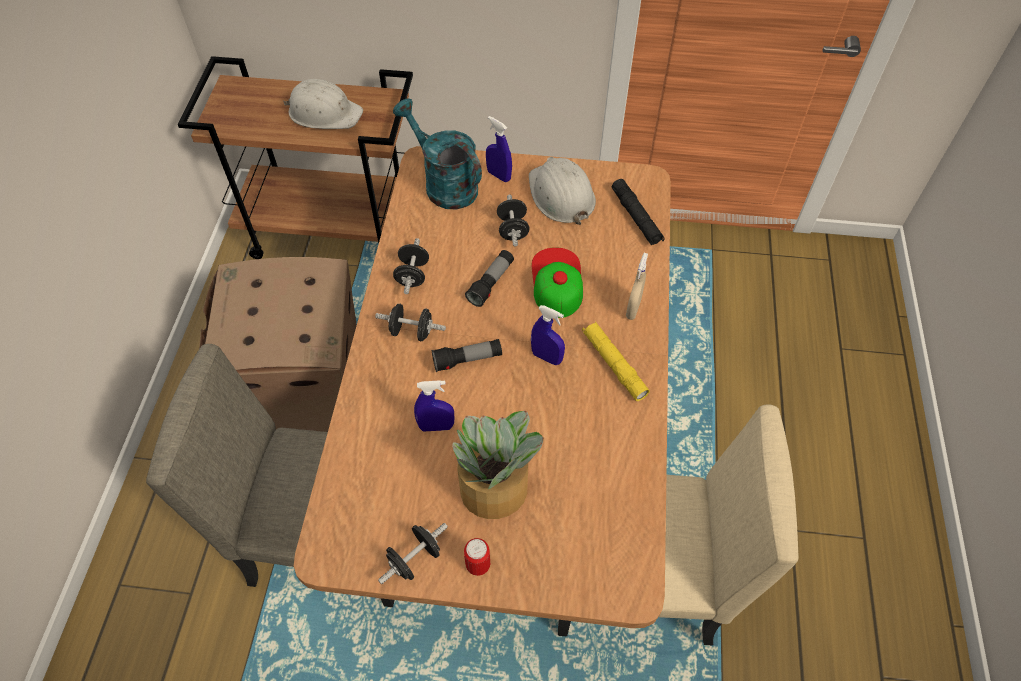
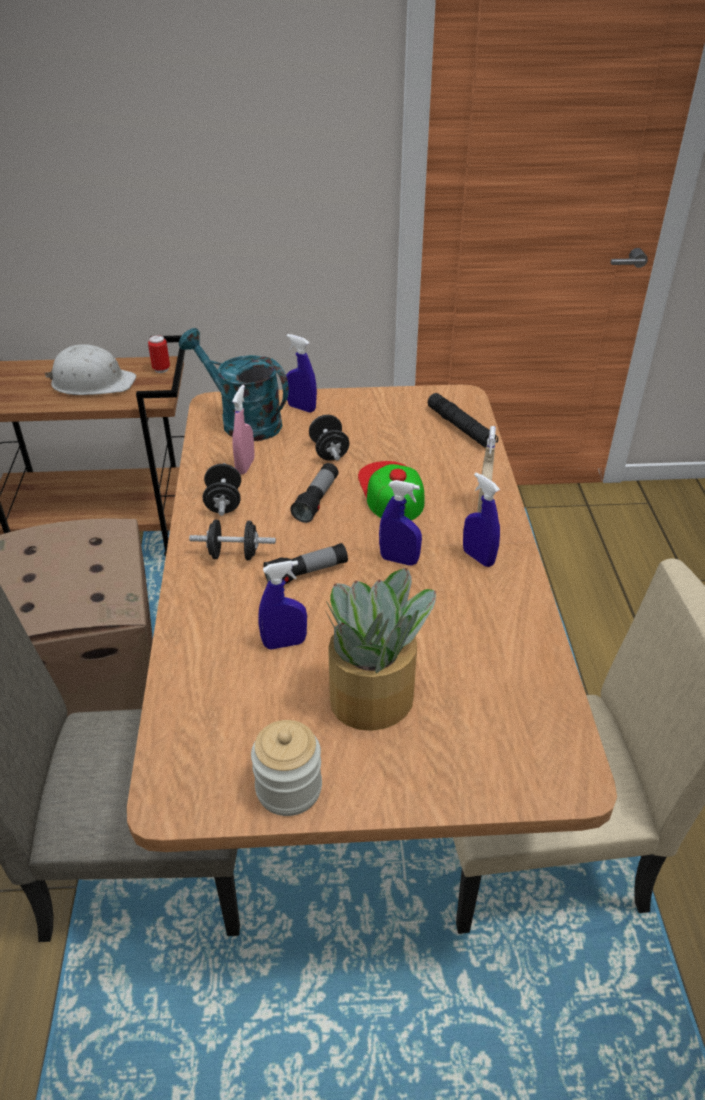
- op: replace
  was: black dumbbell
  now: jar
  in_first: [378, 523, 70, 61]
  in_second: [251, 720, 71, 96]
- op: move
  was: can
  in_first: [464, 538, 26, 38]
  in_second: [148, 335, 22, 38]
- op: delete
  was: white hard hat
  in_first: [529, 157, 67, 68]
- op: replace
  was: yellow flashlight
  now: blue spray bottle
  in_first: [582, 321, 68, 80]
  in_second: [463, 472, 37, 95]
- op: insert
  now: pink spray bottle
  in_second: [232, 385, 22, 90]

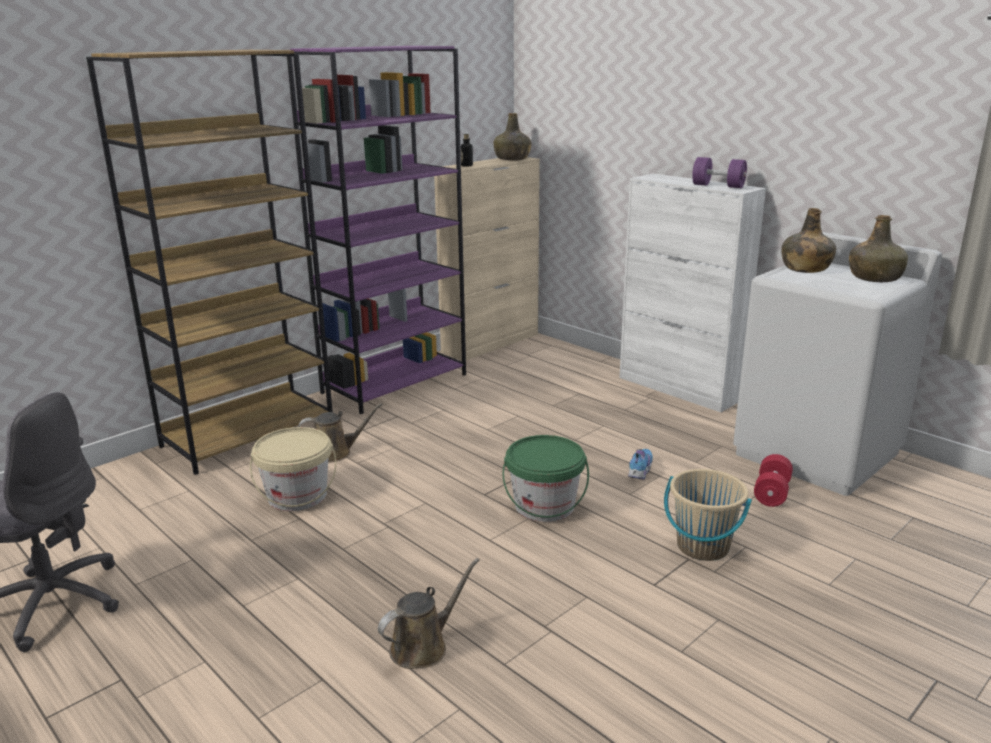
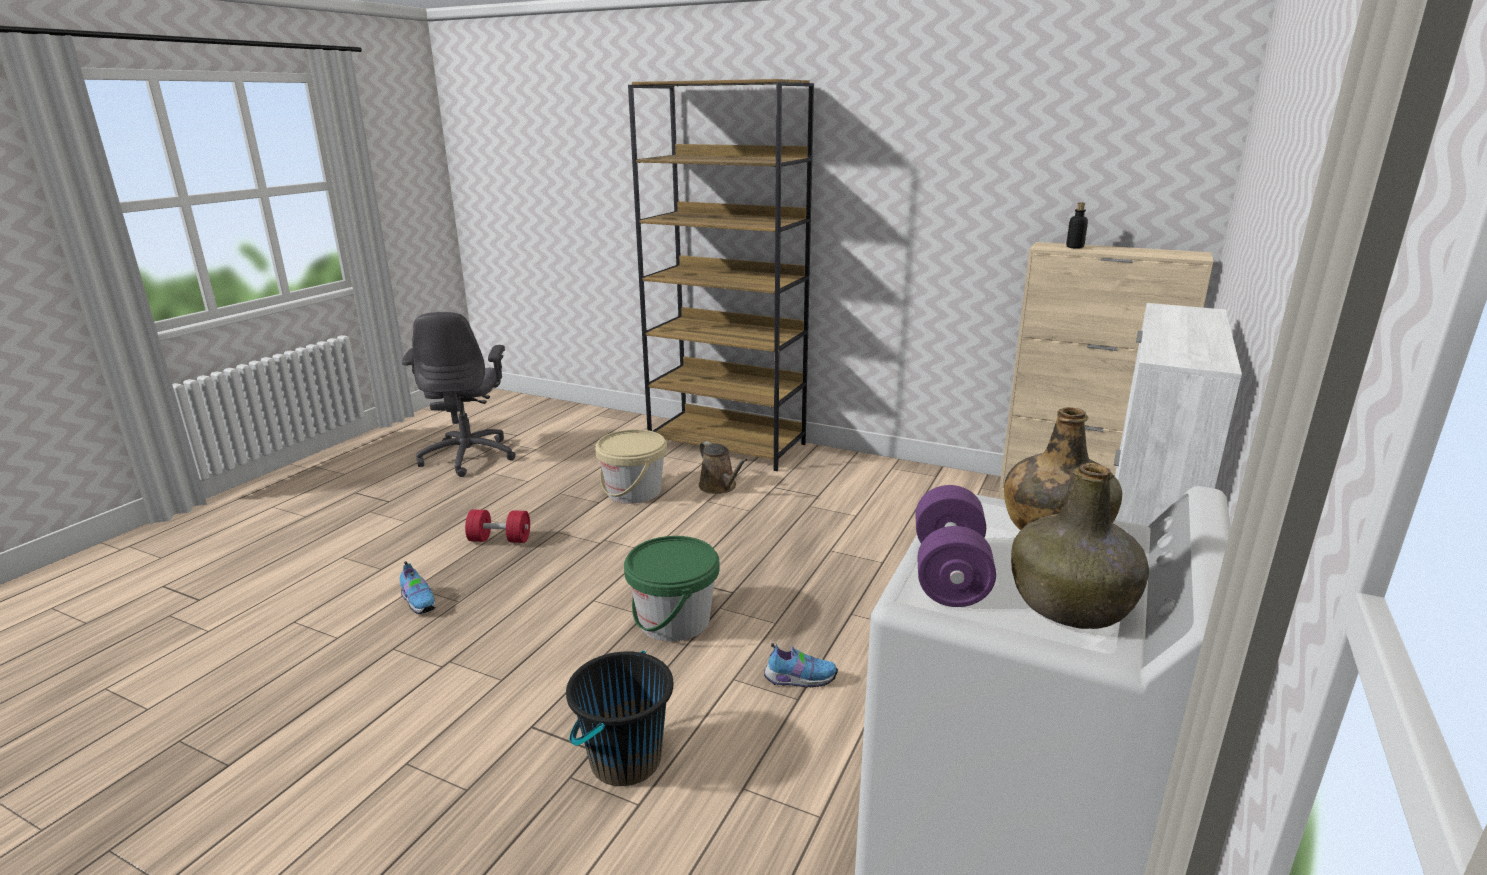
- op: delete
  was: purple bookcase
  in_first: [287, 46, 179, 368]
- op: replace
  was: brown watering can
  now: shoe
  in_first: [378, 558, 101, 111]
  in_second: [400, 561, 36, 53]
- op: delete
  was: green bottle
  in_first: [493, 113, 38, 47]
- op: recolor
  was: beige bucket
  now: black bucket
  in_first: [664, 469, 88, 92]
  in_second: [566, 651, 107, 135]
- op: move
  was: purple dumbbell
  in_first: [692, 157, 55, 31]
  in_second: [915, 485, 81, 122]
- op: move
  was: red dumbbell
  in_first: [754, 454, 39, 53]
  in_second: [465, 510, 65, 33]

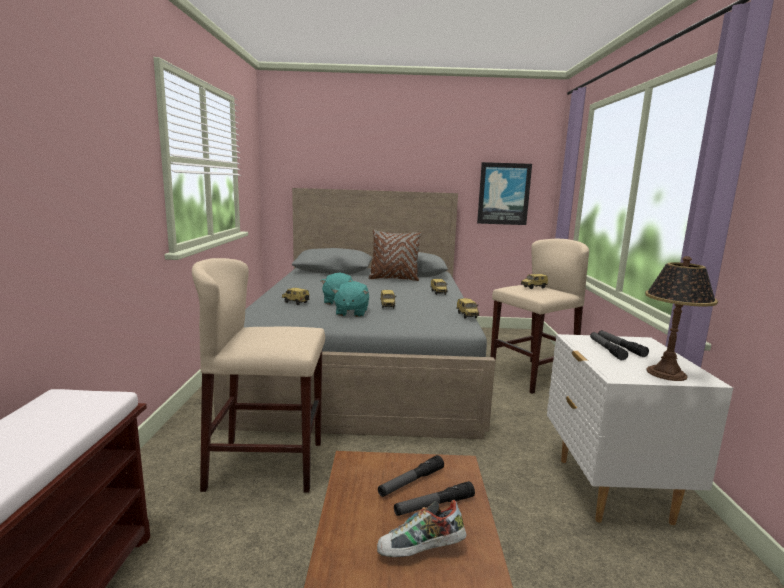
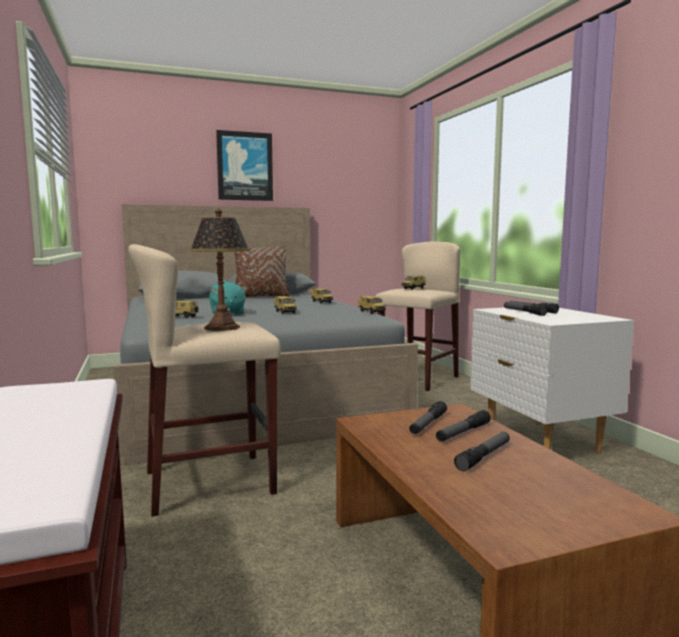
- op: delete
  was: turquoise plush toy
  in_first: [332, 281, 37, 36]
- op: replace
  was: shoe
  now: flashlight
  in_first: [377, 500, 90, 57]
  in_second: [454, 432, 56, 39]
- op: move
  was: picture
  in_first: [477, 162, 55, 63]
  in_second: [216, 130, 57, 71]
- op: move
  was: table lamp
  in_first: [645, 256, 73, 125]
  in_second: [189, 209, 62, 122]

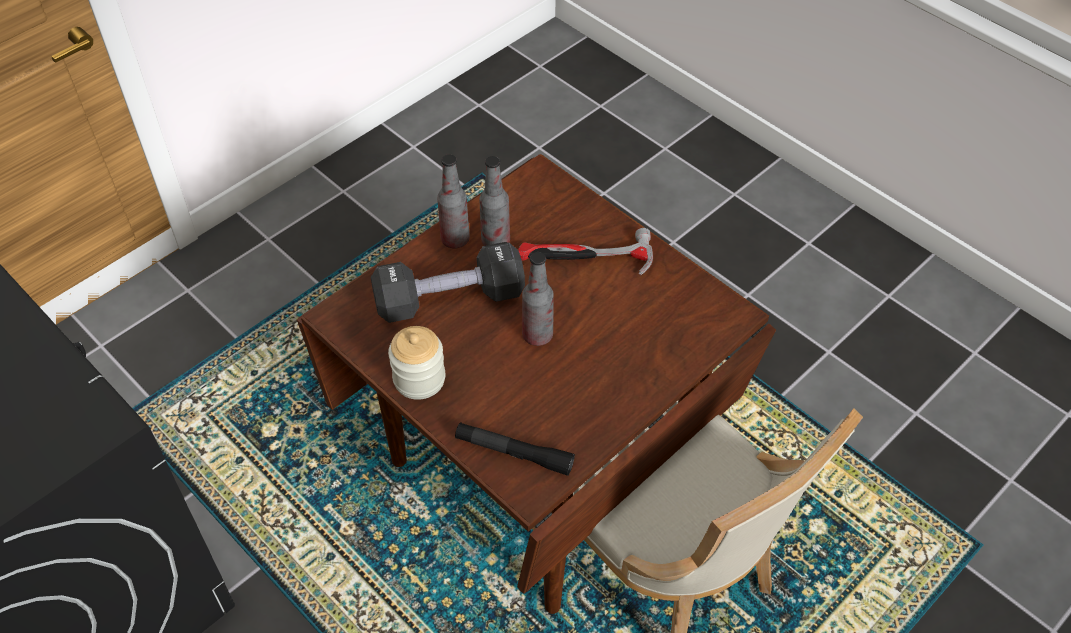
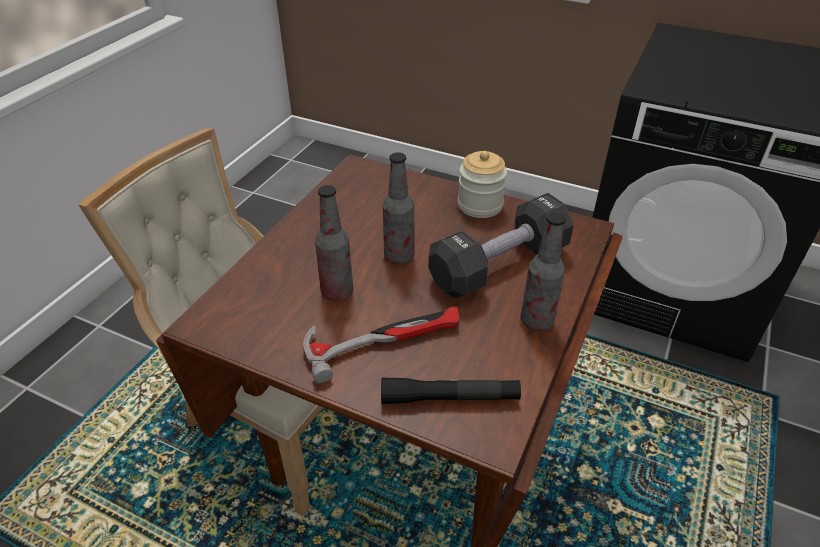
- op: move
  was: black flashlight
  in_first: [455, 422, 120, 54]
  in_second: [381, 378, 140, 26]
- op: move
  was: bottle
  in_first: [479, 156, 31, 90]
  in_second: [315, 185, 38, 116]

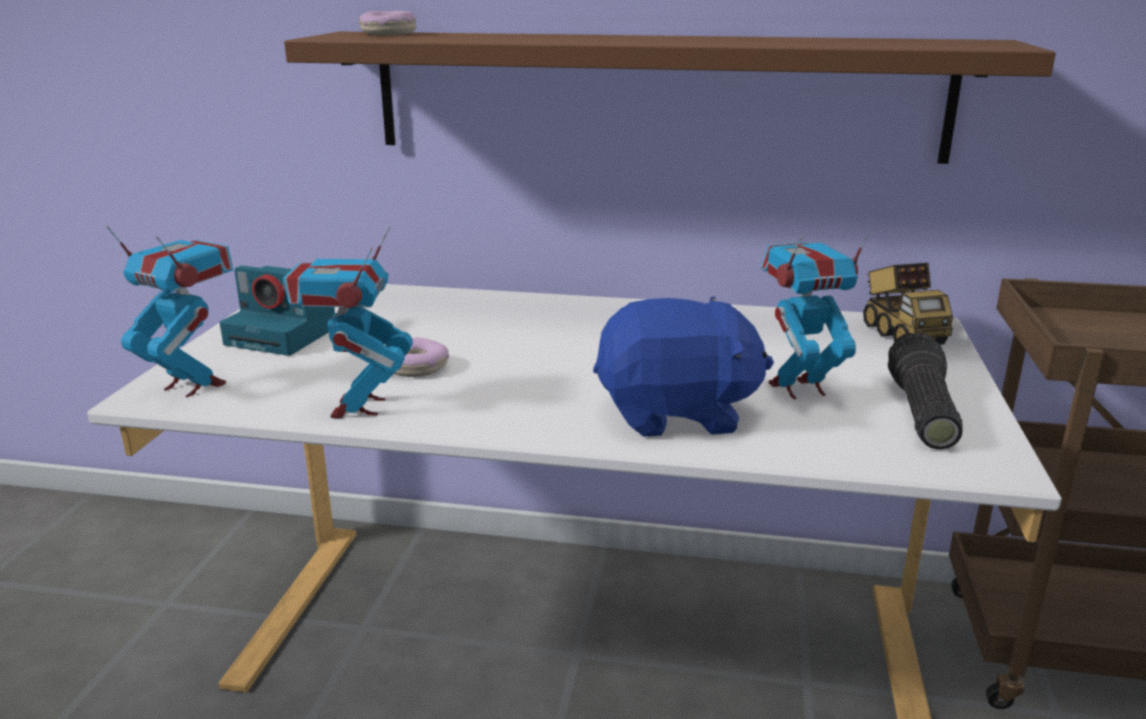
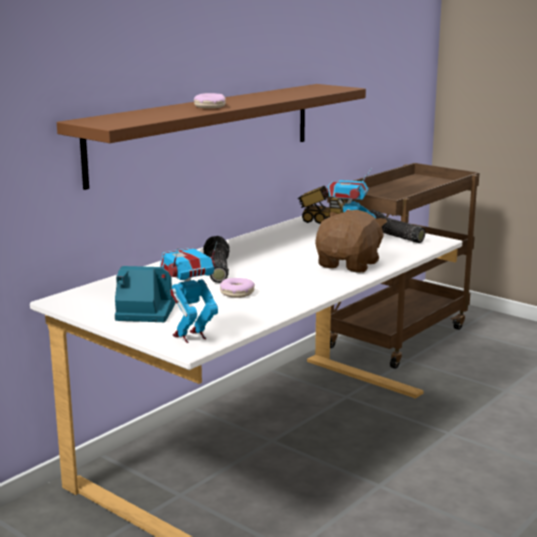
- op: rotate
  was: photo camera
  in_first: [219, 266, 116, 90]
  in_second: [115, 266, 61, 56]
  clockwise: -135
- op: delete
  was: toy robot
  in_first: [282, 227, 131, 191]
- op: move
  was: donut
  in_first: [359, 11, 58, 24]
  in_second: [194, 93, 32, 15]
- op: recolor
  was: blue plush toy
  now: brown plush toy
  in_first: [593, 296, 181, 141]
  in_second: [315, 210, 72, 63]
- op: insert
  now: flashlight
  in_second: [203, 236, 27, 47]

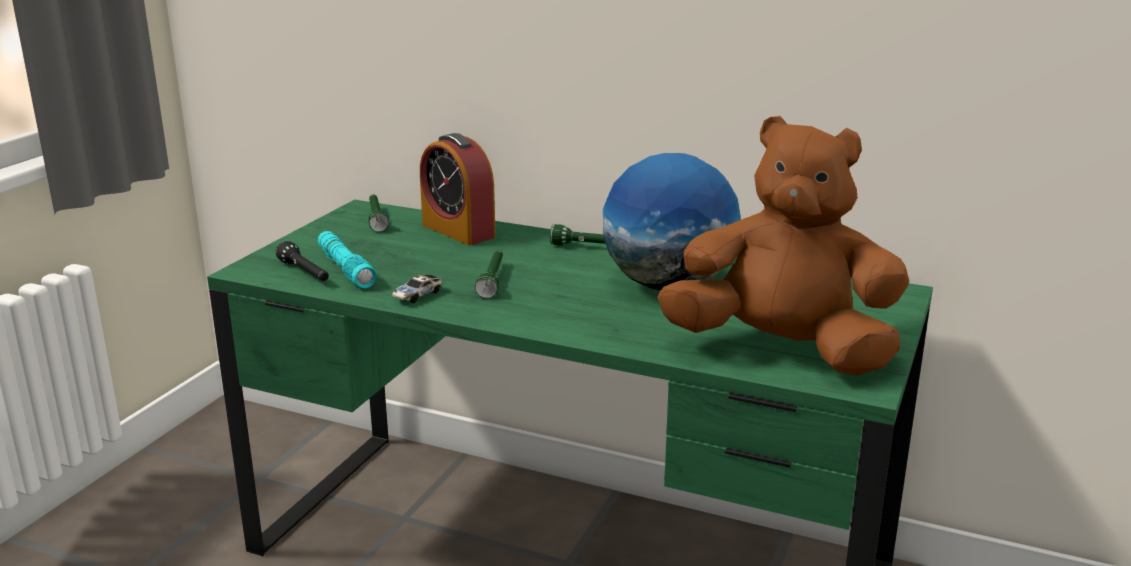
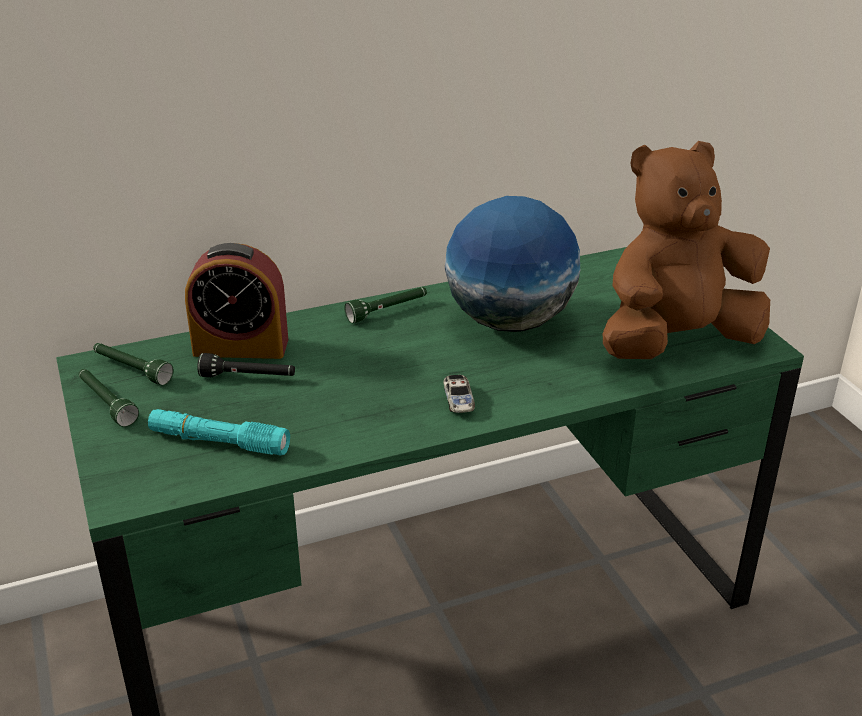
- op: move
  was: black flashlight
  in_first: [276, 241, 53, 40]
  in_second: [197, 353, 98, 24]
- op: move
  was: toy car
  in_first: [392, 275, 50, 28]
  in_second: [443, 375, 32, 38]
- op: move
  was: green flashlight
  in_first: [475, 250, 28, 48]
  in_second: [78, 369, 61, 58]

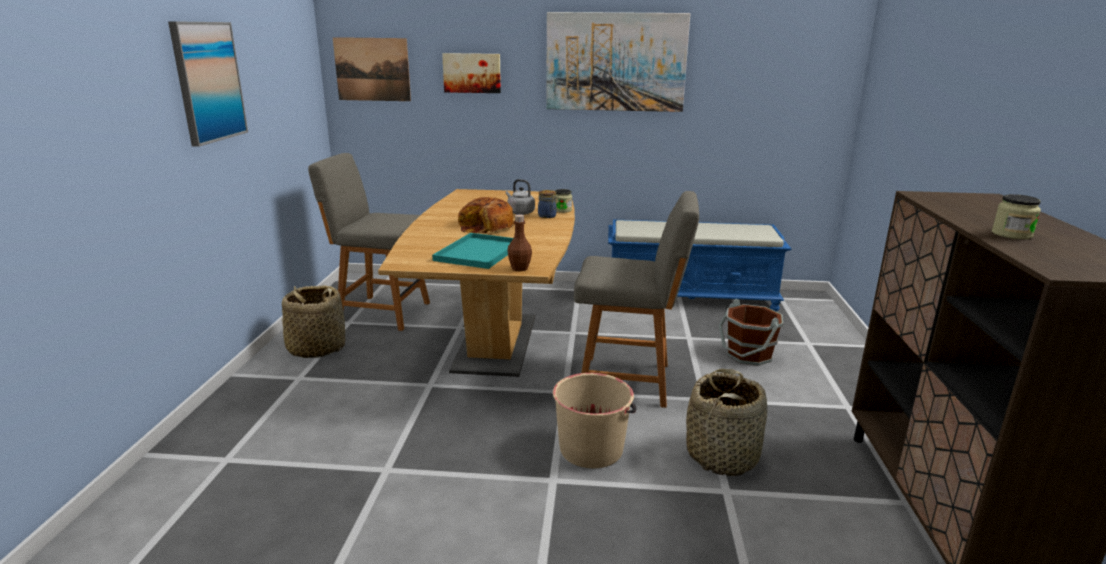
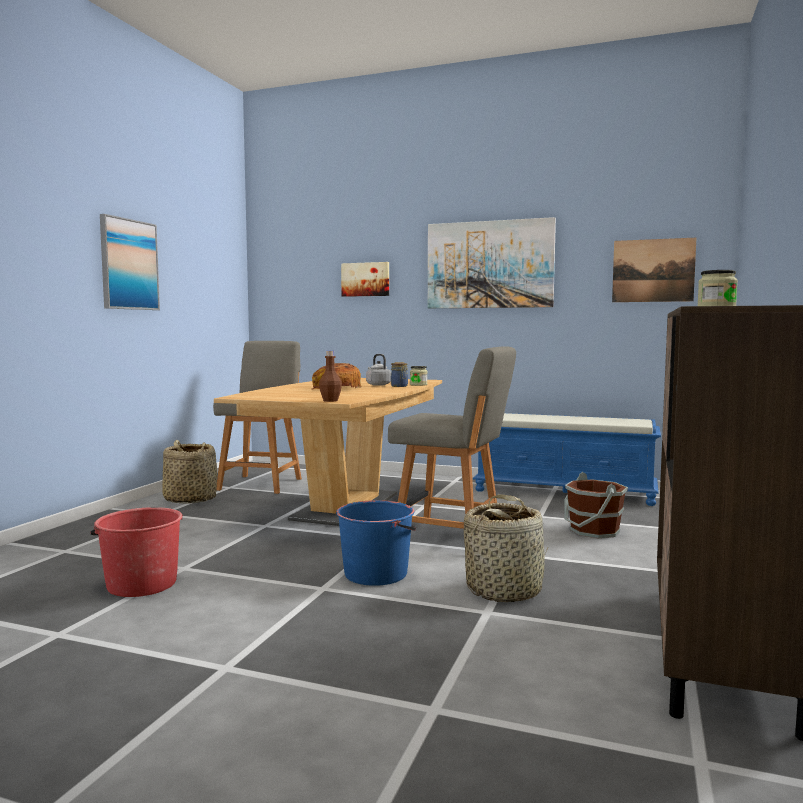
- op: rotate
  was: grey chair
  in_first: [308, 153, 122, 178]
  in_second: [213, 341, 89, 153]
  clockwise: 75
- op: move
  was: picture
  in_first: [333, 37, 78, 64]
  in_second: [612, 238, 84, 64]
- op: delete
  was: turquoise tray
  in_first: [432, 233, 81, 36]
- op: recolor
  was: beige bucket
  now: blue bucket
  in_first: [553, 373, 84, 95]
  in_second: [336, 500, 80, 86]
- op: insert
  now: red bucket
  in_second: [90, 507, 93, 90]

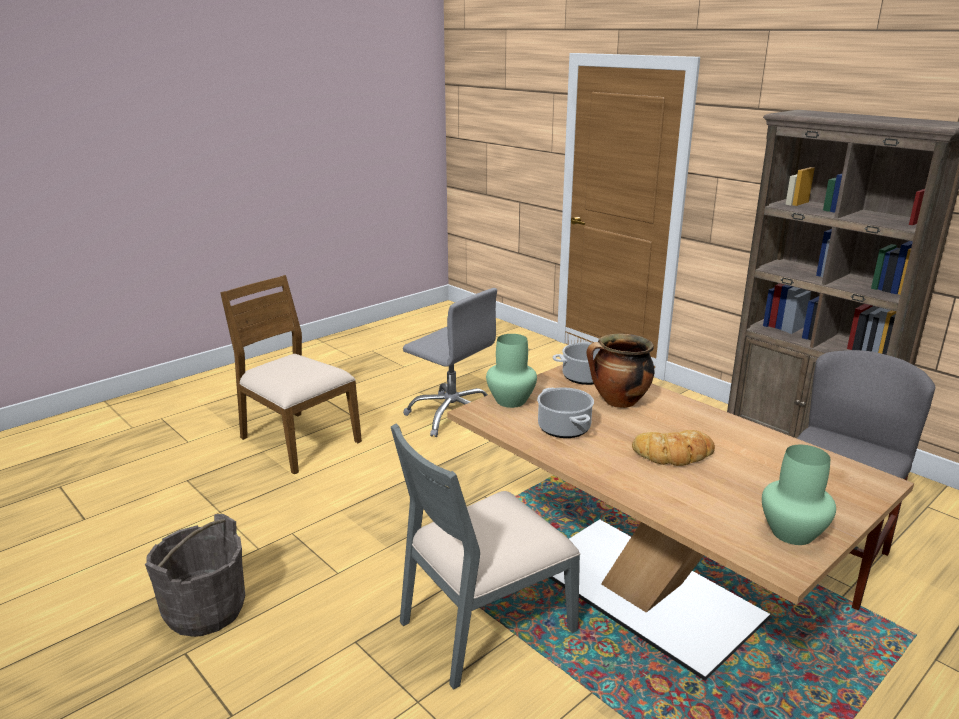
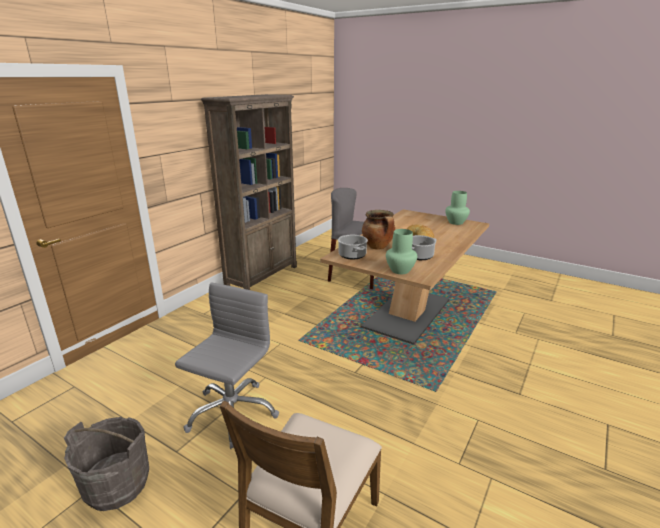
- op: move
  was: grey bucket
  in_first: [145, 514, 100, 123]
  in_second: [64, 417, 85, 94]
- op: delete
  was: grey chair
  in_first: [391, 424, 189, 266]

